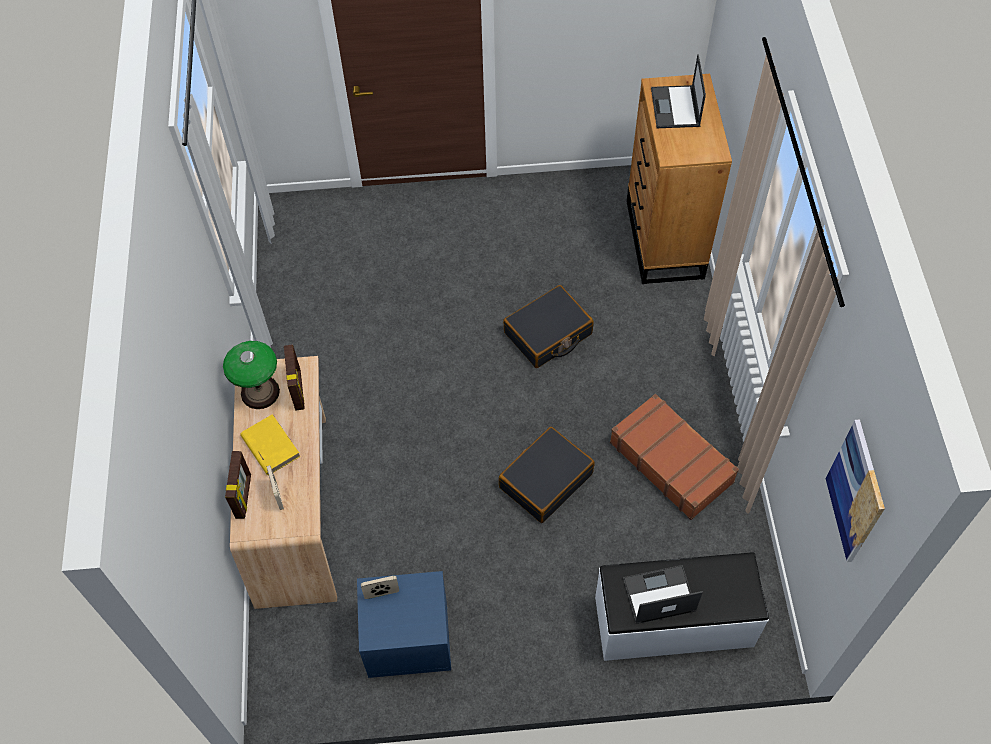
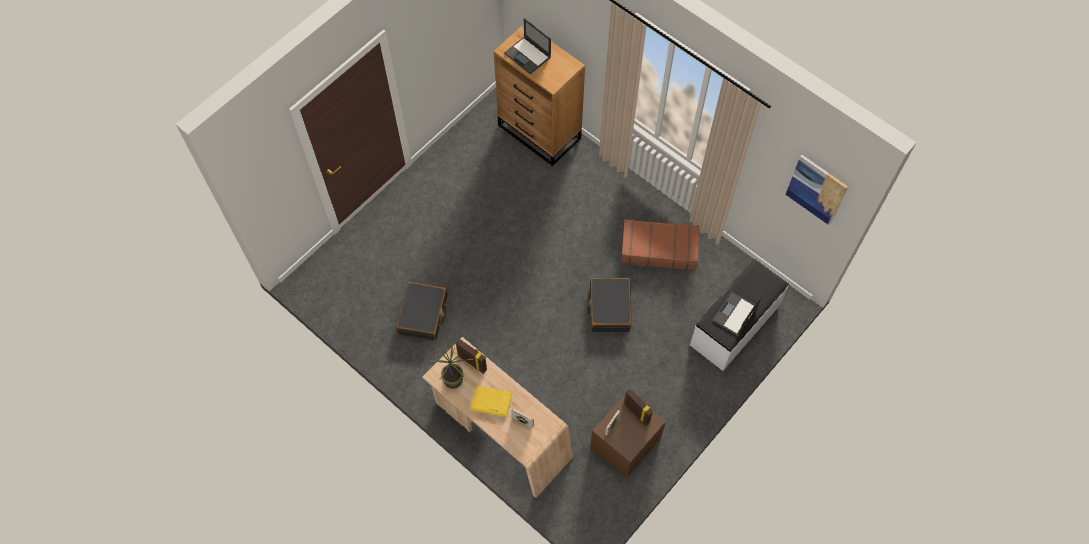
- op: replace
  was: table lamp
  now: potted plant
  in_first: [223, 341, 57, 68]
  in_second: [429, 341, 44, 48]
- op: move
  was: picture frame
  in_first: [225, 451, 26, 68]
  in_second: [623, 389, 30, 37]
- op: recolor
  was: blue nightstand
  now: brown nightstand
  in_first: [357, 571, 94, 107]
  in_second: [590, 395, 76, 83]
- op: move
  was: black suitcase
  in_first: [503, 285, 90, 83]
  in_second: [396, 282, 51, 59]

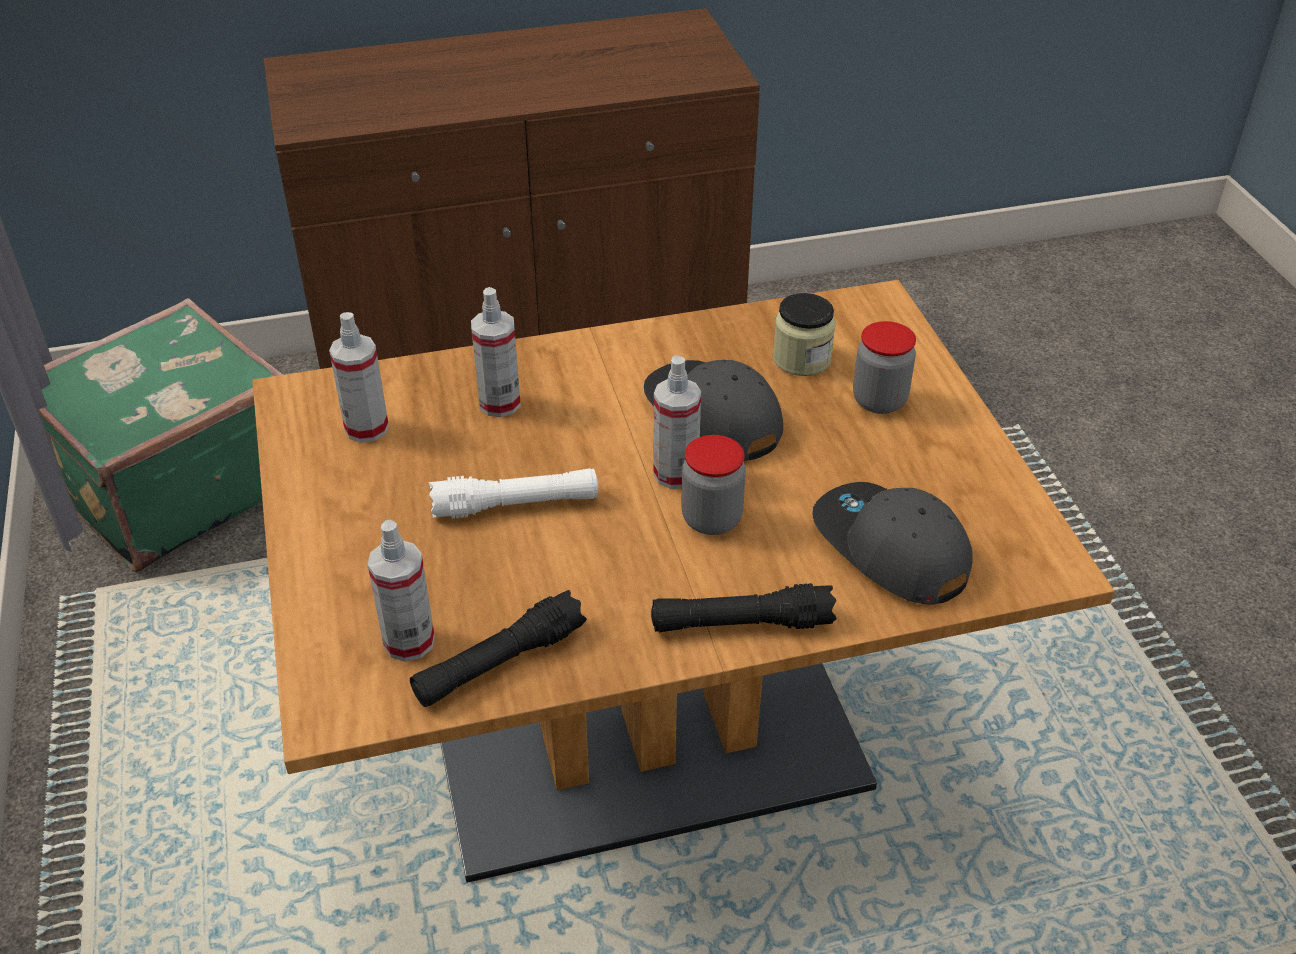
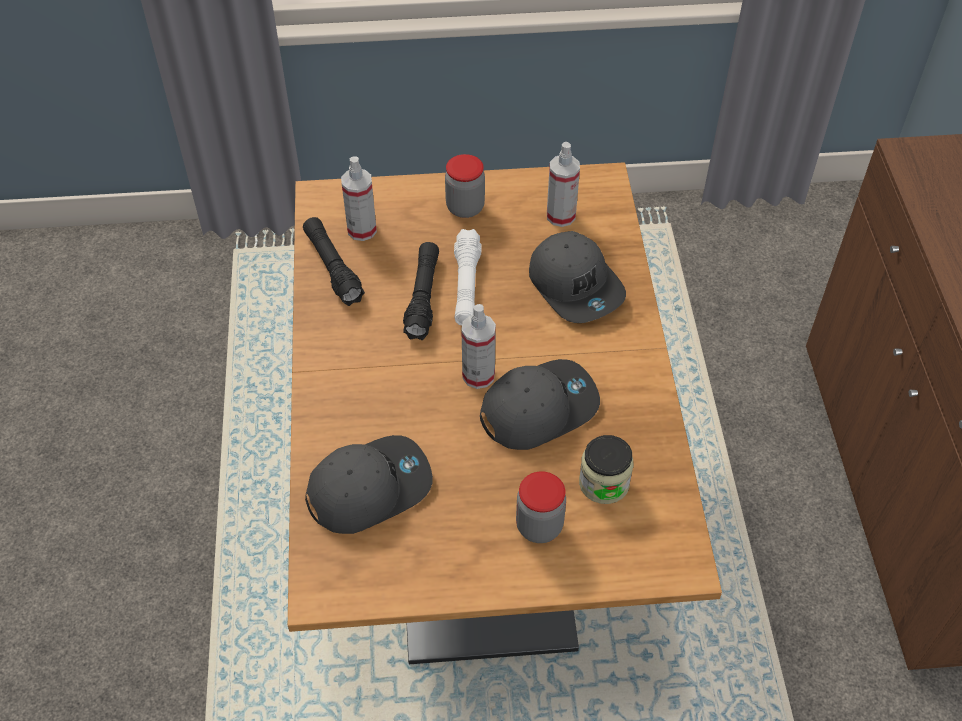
- op: delete
  was: green suitcase
  in_first: [39, 298, 245, 274]
- op: replace
  was: spray bottle
  now: grey cap
  in_first: [471, 287, 50, 130]
  in_second: [529, 231, 97, 92]
- op: move
  was: black flashlight
  in_first: [651, 583, 185, 49]
  in_second: [403, 242, 36, 98]
- op: move
  was: jar
  in_first: [681, 435, 65, 100]
  in_second: [445, 154, 40, 64]

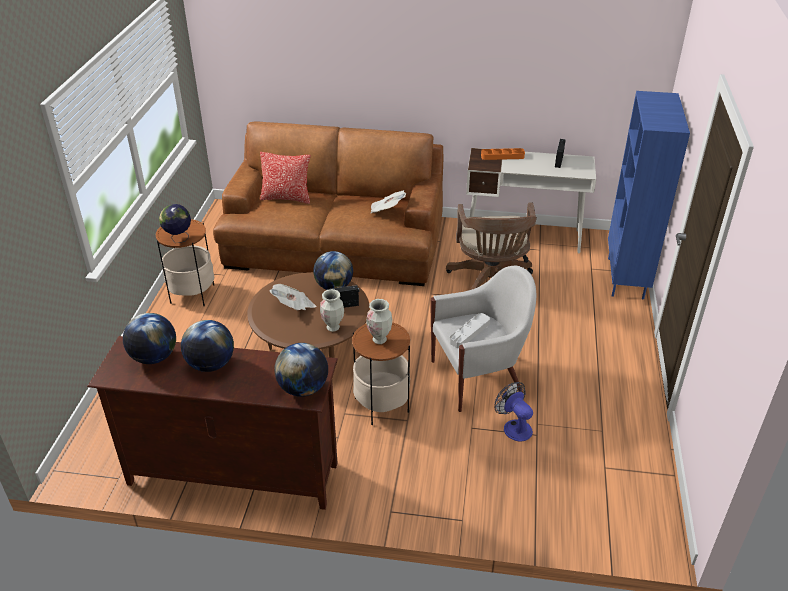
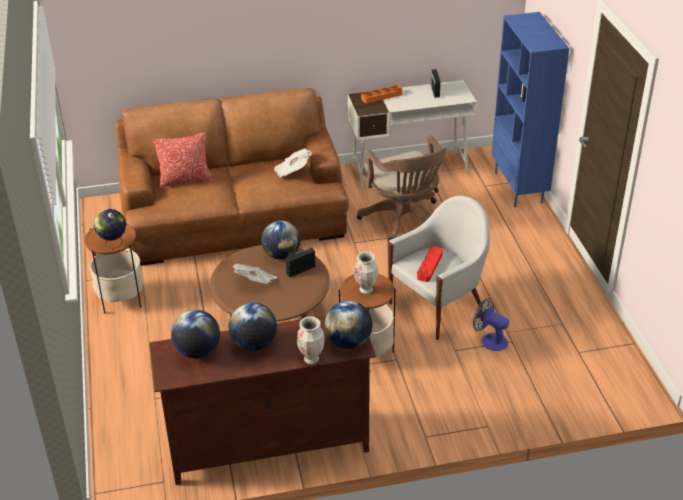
- op: move
  was: vase
  in_first: [320, 289, 24, 43]
  in_second: [297, 317, 28, 47]
- op: recolor
  was: grey tray
  now: red tray
  in_first: [449, 313, 41, 35]
  in_second: [417, 246, 26, 36]

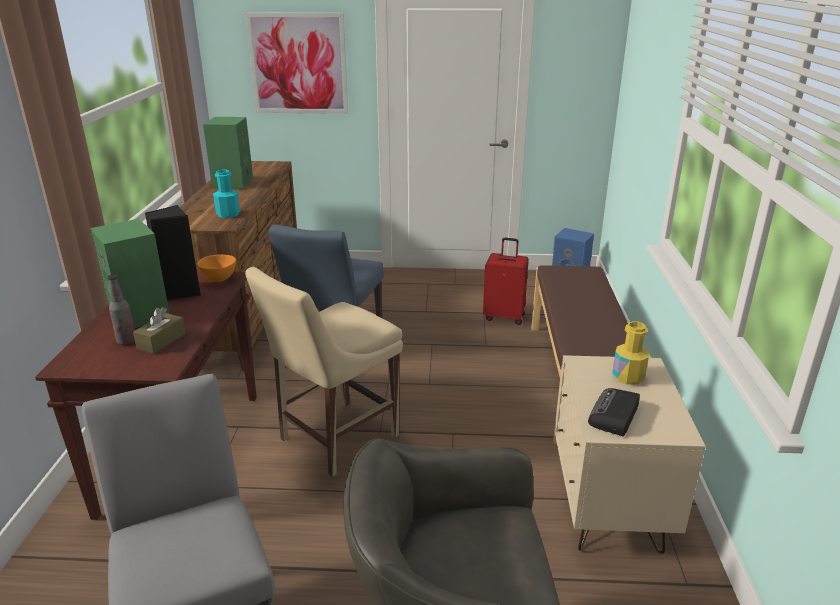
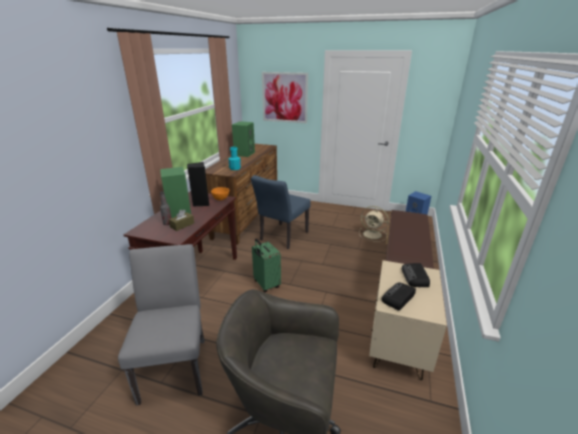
- op: replace
  was: beige chair
  now: green suitcase
  in_first: [245, 267, 158, 210]
  in_second: [252, 239, 29, 53]
- op: replace
  was: red suitcase
  now: beige fan
  in_first: [483, 238, 46, 87]
  in_second: [359, 206, 30, 36]
- op: replace
  was: yellow bottle
  now: radio
  in_first: [612, 321, 38, 64]
  in_second: [401, 263, 29, 24]

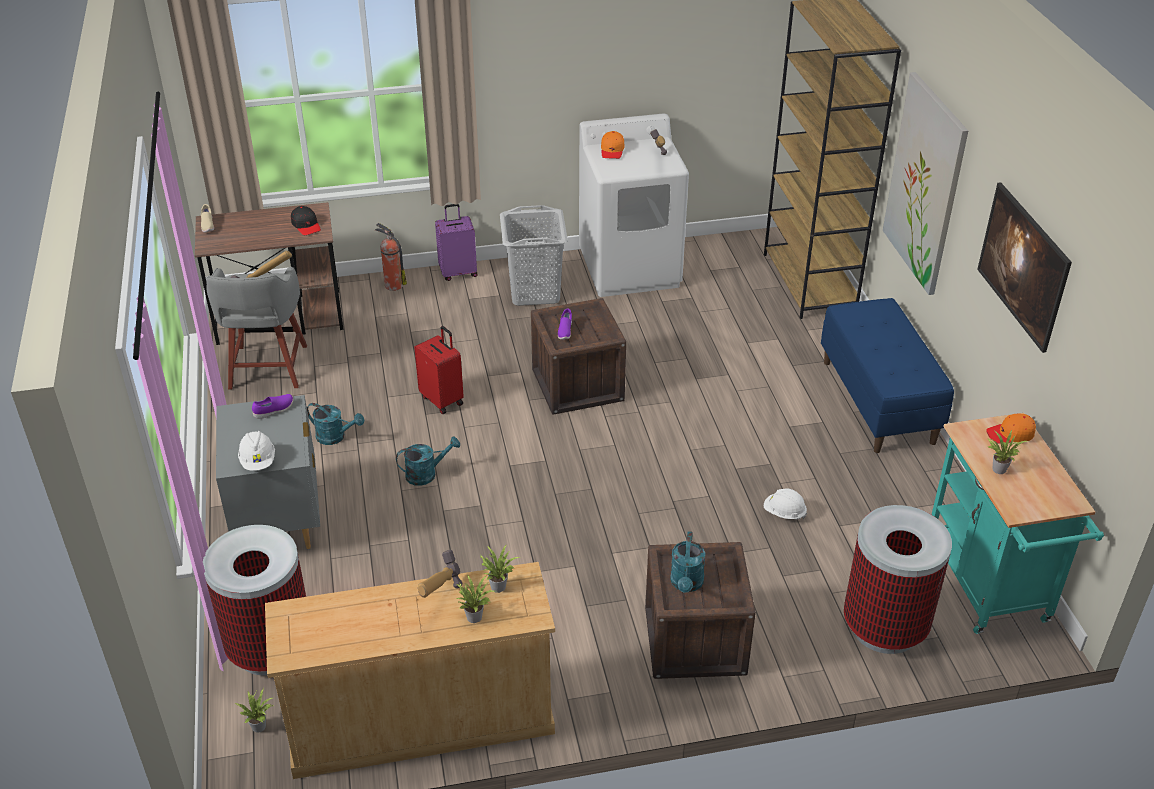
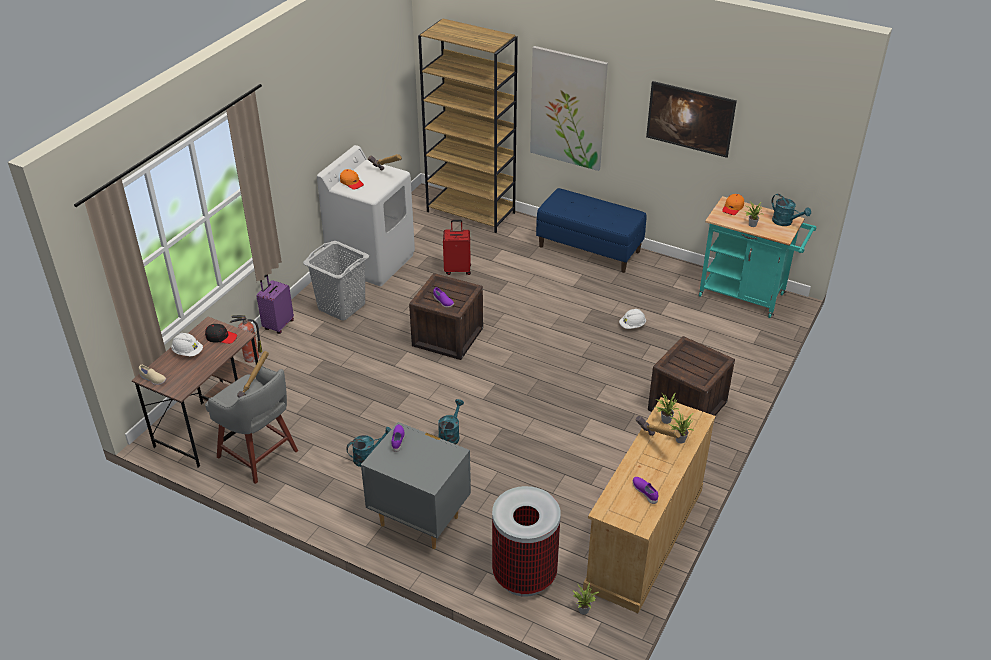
- op: move
  was: white hard hat
  in_first: [238, 431, 37, 40]
  in_second: [171, 333, 32, 23]
- op: move
  was: red suitcase
  in_first: [414, 326, 50, 88]
  in_second: [443, 220, 28, 55]
- op: move
  was: turquoise watering can
  in_first: [670, 531, 35, 62]
  in_second: [772, 194, 39, 32]
- op: delete
  was: trash can
  in_first: [844, 505, 108, 149]
- op: insert
  now: purple shoe
  in_second: [633, 477, 25, 27]

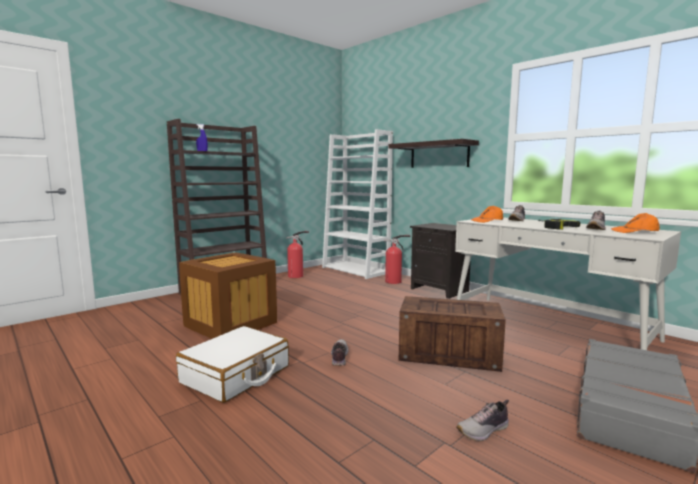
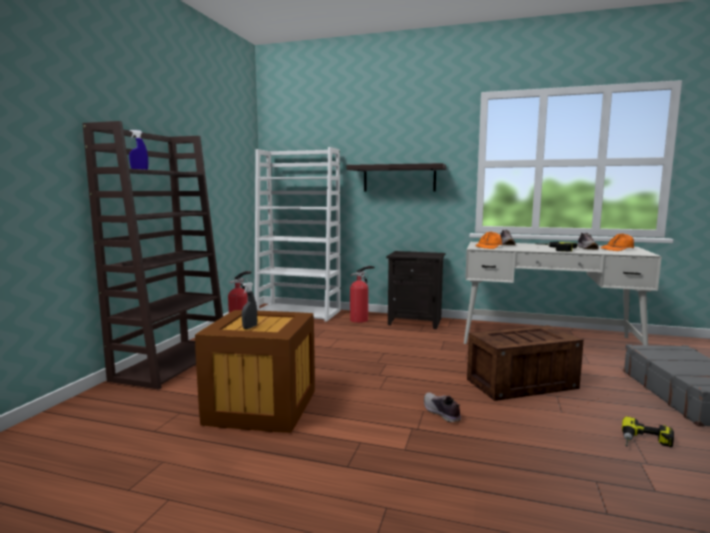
- op: delete
  was: white suitcase
  in_first: [176, 326, 113, 77]
- op: replace
  was: shoe
  now: power drill
  in_first: [456, 399, 53, 42]
  in_second: [622, 416, 52, 31]
- op: insert
  now: grey spray bottle
  in_second: [242, 282, 15, 47]

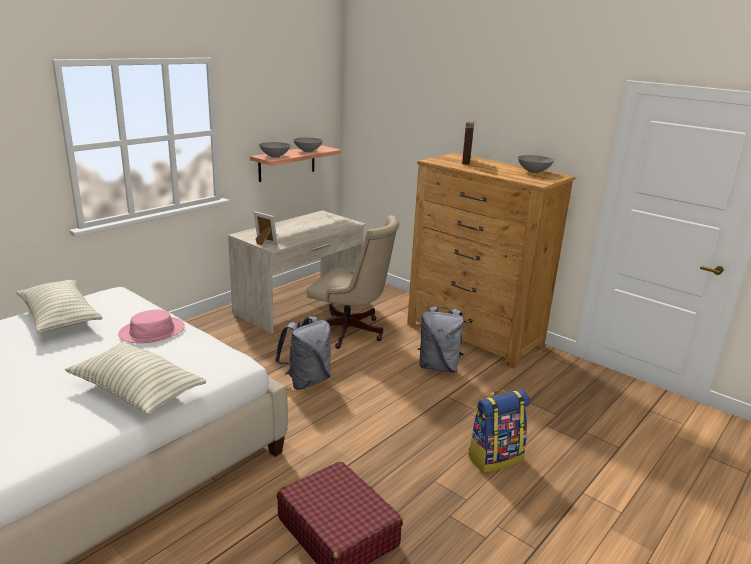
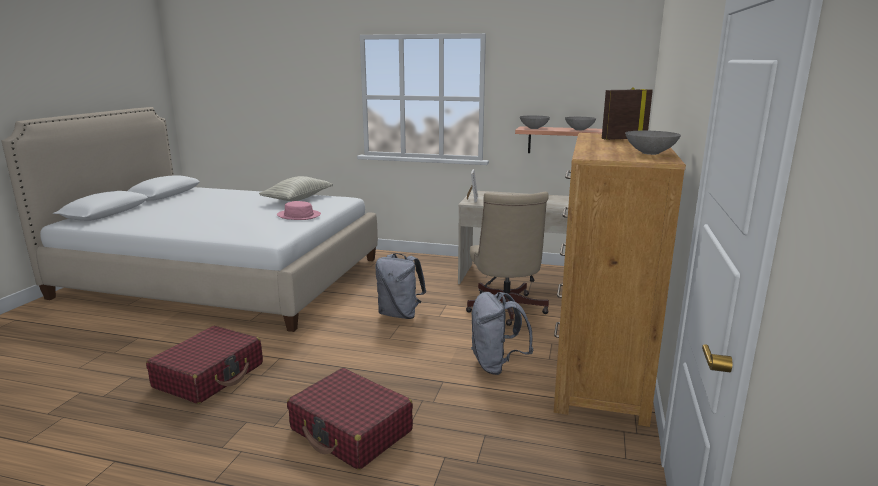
- op: delete
  was: pillow
  in_first: [65, 342, 141, 72]
- op: replace
  was: backpack
  now: red suitcase
  in_first: [468, 390, 62, 83]
  in_second: [287, 368, 126, 102]

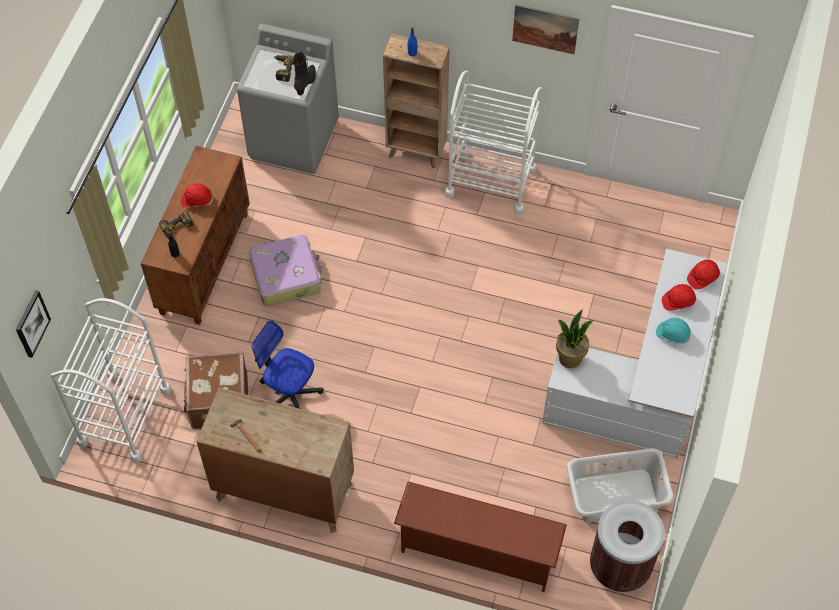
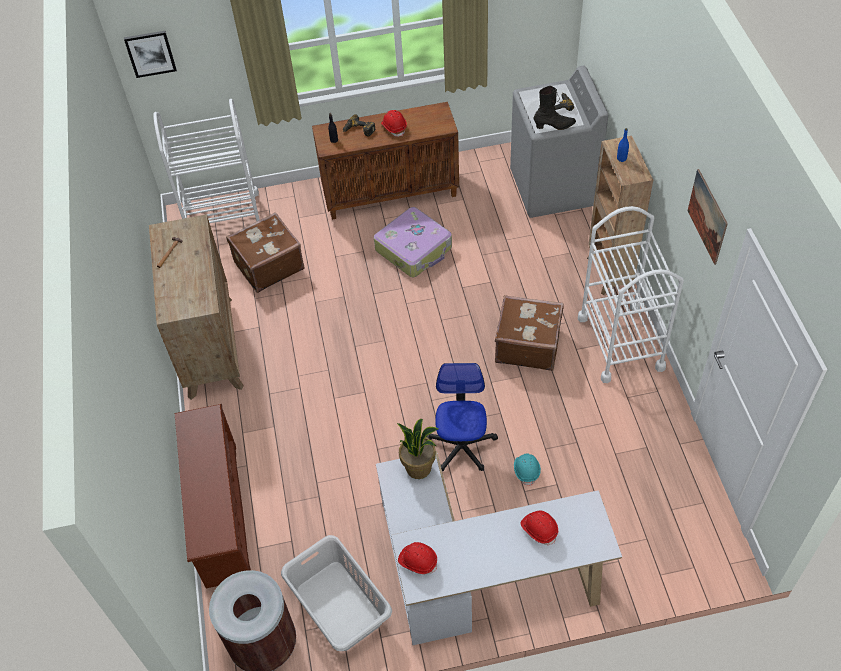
- op: move
  was: office chair
  in_first: [252, 321, 72, 88]
  in_second: [426, 363, 72, 108]
- op: move
  was: turquoise hard hat
  in_first: [656, 318, 35, 26]
  in_second: [514, 453, 27, 33]
- op: move
  was: red hard hat
  in_first: [687, 259, 33, 31]
  in_second: [398, 542, 39, 32]
- op: insert
  now: brown suitcase
  in_second: [495, 295, 69, 76]

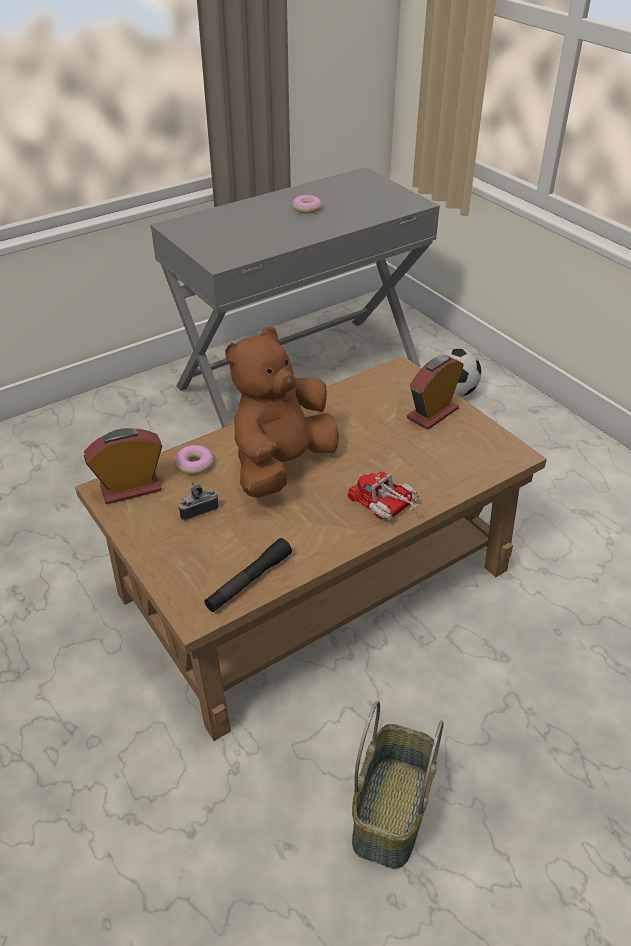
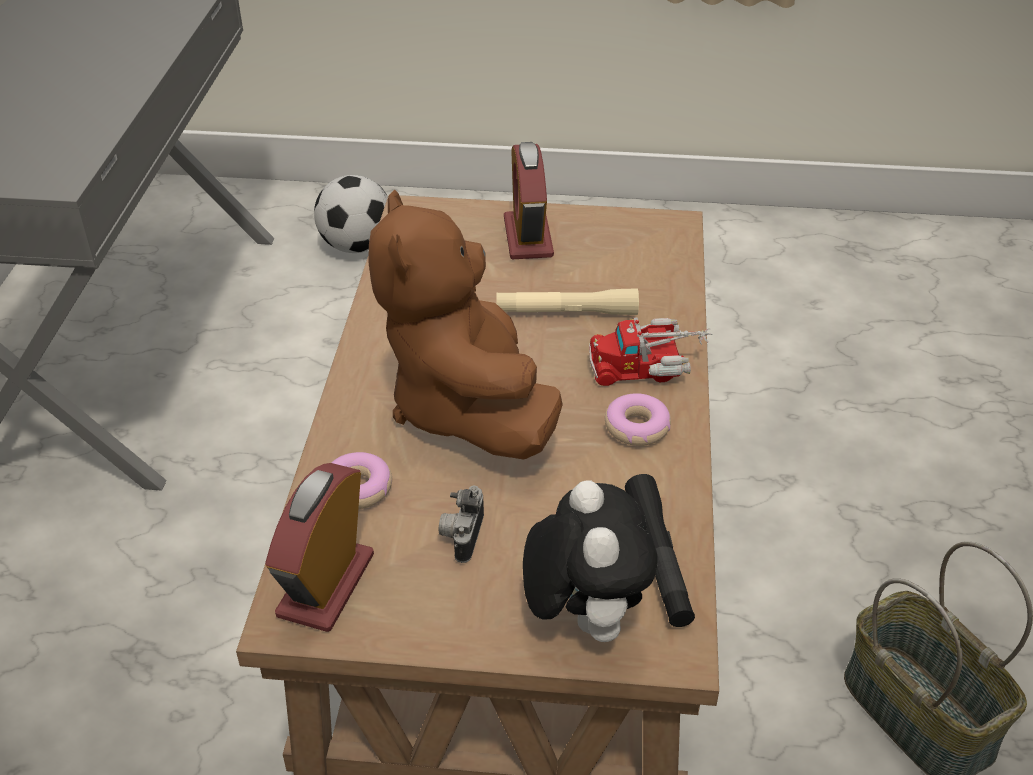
- op: move
  was: donut
  in_first: [292, 195, 30, 19]
  in_second: [605, 393, 66, 53]
- op: insert
  now: beige flashlight
  in_second: [496, 288, 143, 27]
- op: insert
  now: plush toy
  in_second: [523, 480, 134, 162]

